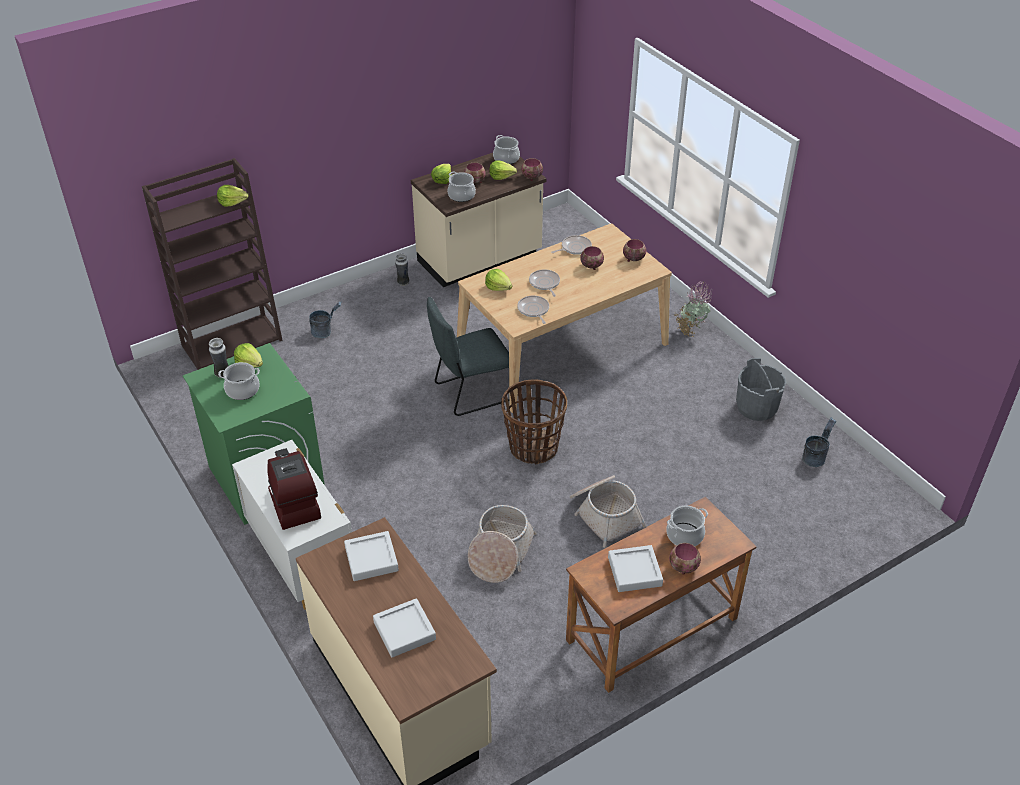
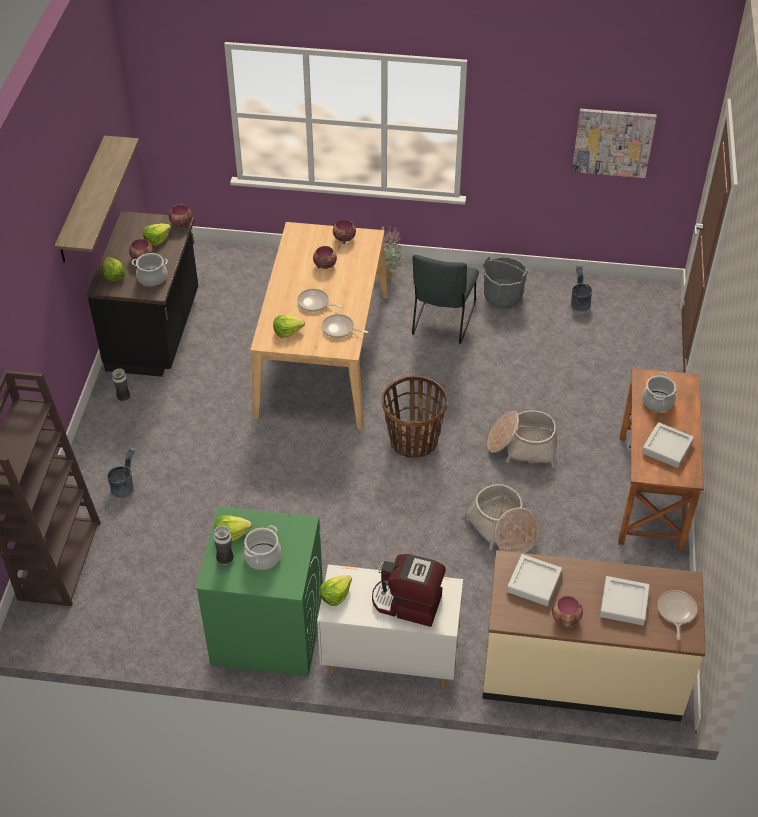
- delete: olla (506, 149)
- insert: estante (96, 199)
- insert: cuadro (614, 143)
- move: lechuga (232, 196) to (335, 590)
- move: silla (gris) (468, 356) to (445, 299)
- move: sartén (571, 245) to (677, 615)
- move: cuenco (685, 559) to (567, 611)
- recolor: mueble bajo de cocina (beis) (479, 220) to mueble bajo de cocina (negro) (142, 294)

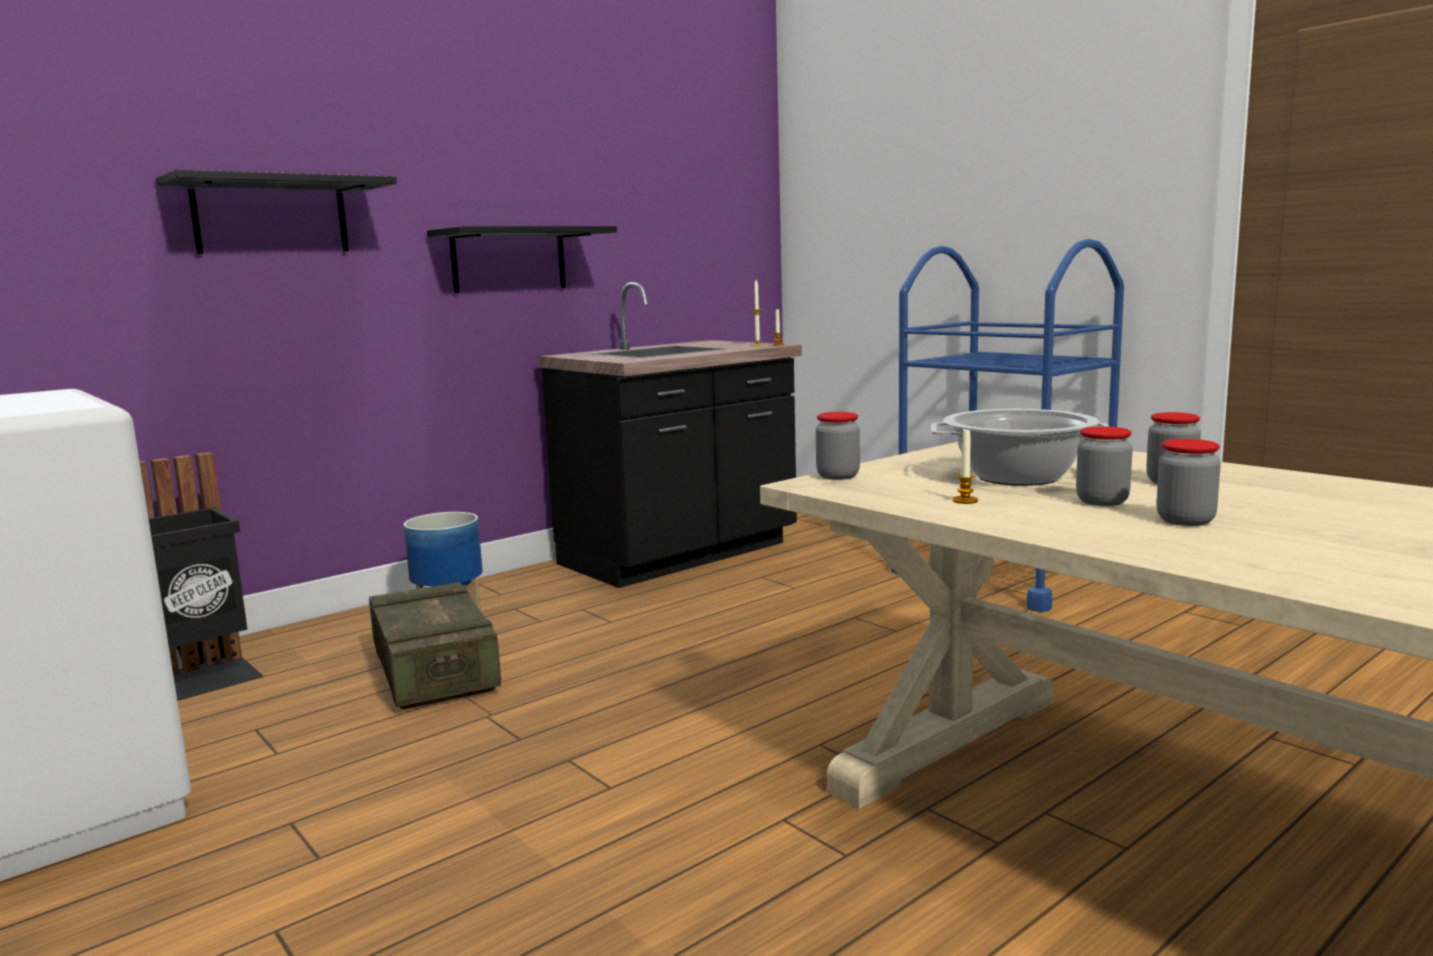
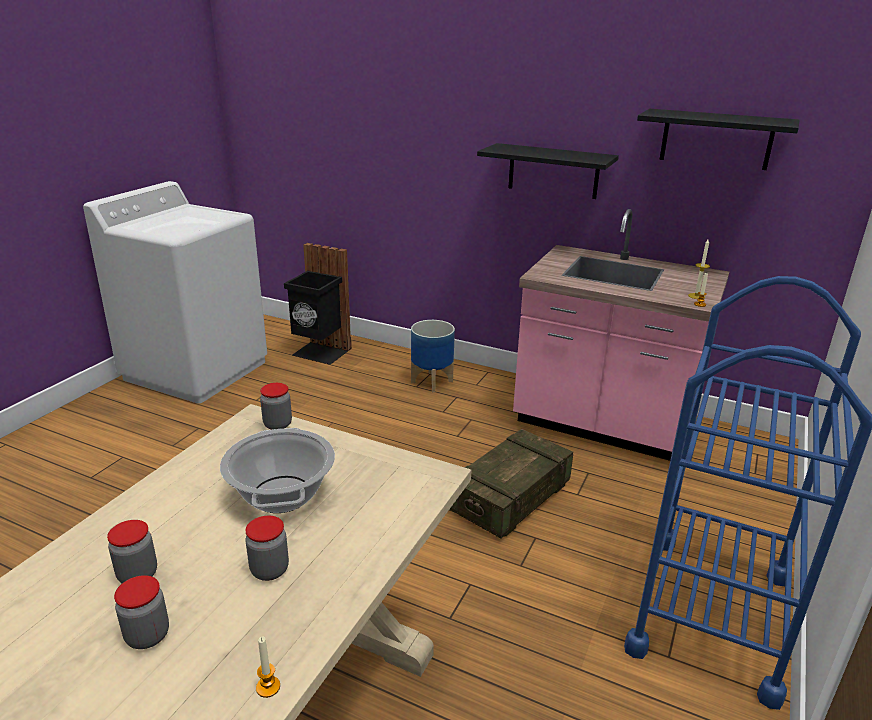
- move: estante (negro) (276, 211) to (718, 139)
- move: caja de embalaje (435, 645) to (511, 483)
- move: vela (965, 466) to (268, 667)
- move: tarro (1104, 466) to (141, 612)
- recolor: mueble bajo de cocina (negro) (670, 435) to mueble bajo de cocina (rosa) (621, 335)

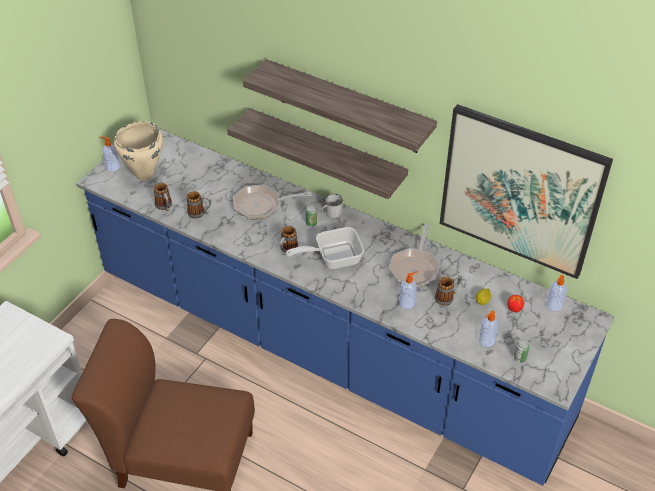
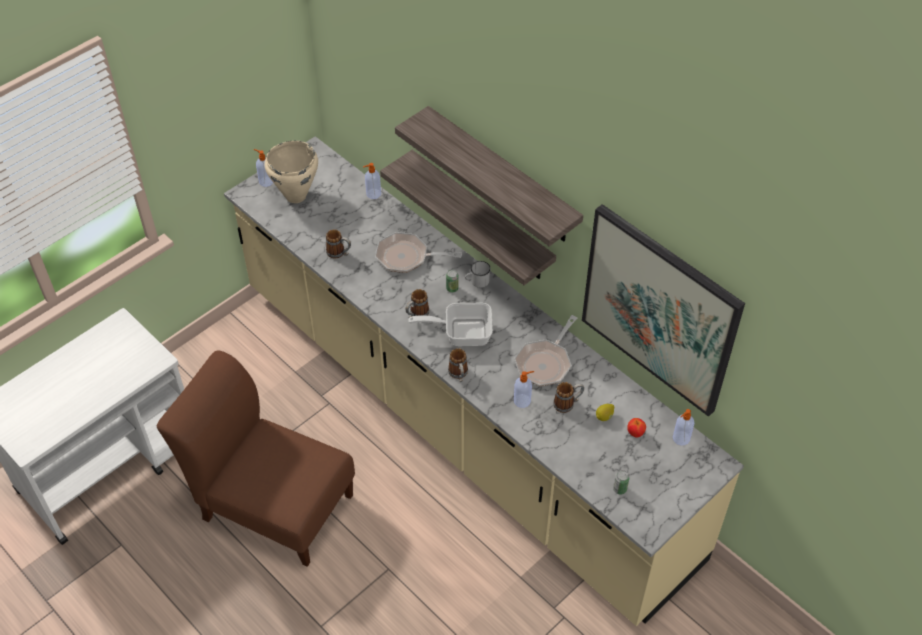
- move: taza grande (163, 197) to (458, 365)
- move: dispensador de jabón (488, 328) to (372, 181)
- recolor: mueble bajo de cocina (azul) (345, 307) to mueble bajo de cocina (beis) (484, 381)

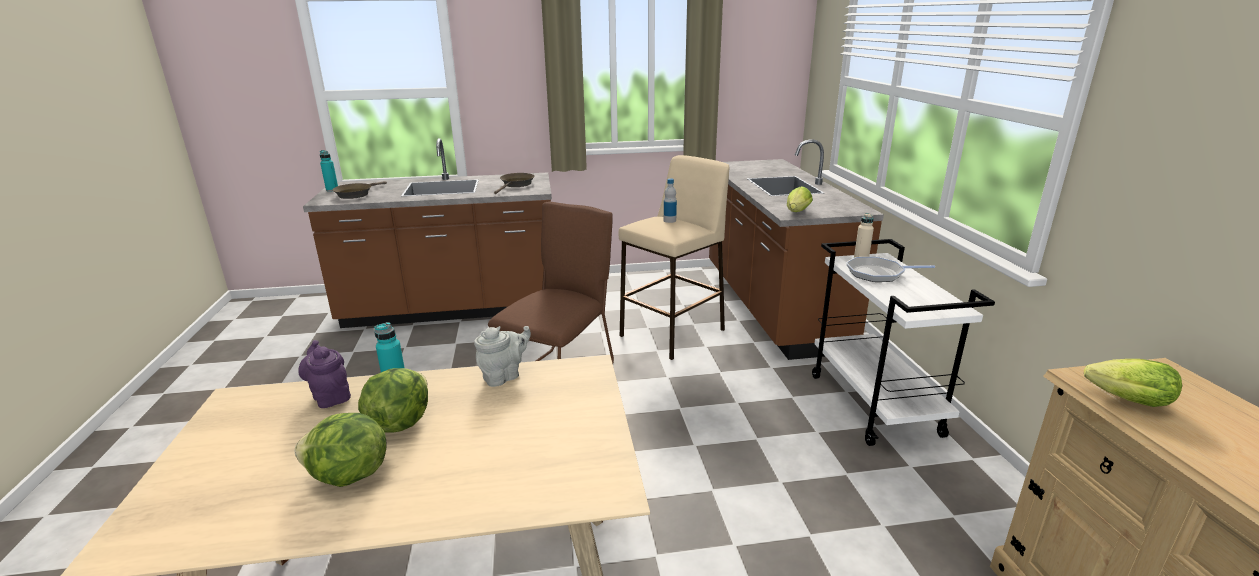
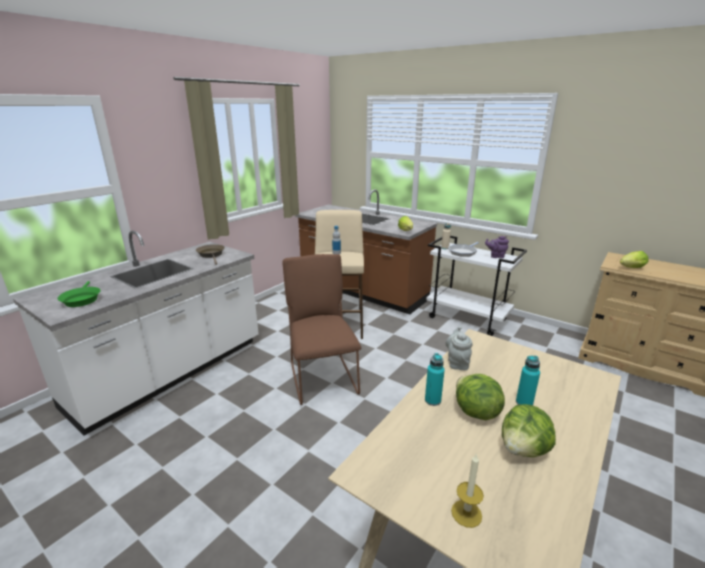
- insert: vela (467, 490)
- move: tetera (morado) (324, 374) to (497, 247)
- move: botella (turquesa) (329, 170) to (528, 380)
- recolor: mueble bajo de cocina (marrón) (427, 233) to mueble bajo de cocina (blanco) (136, 333)
- recolor: sartén (marrón) (359, 190) to sartén (verde) (79, 294)

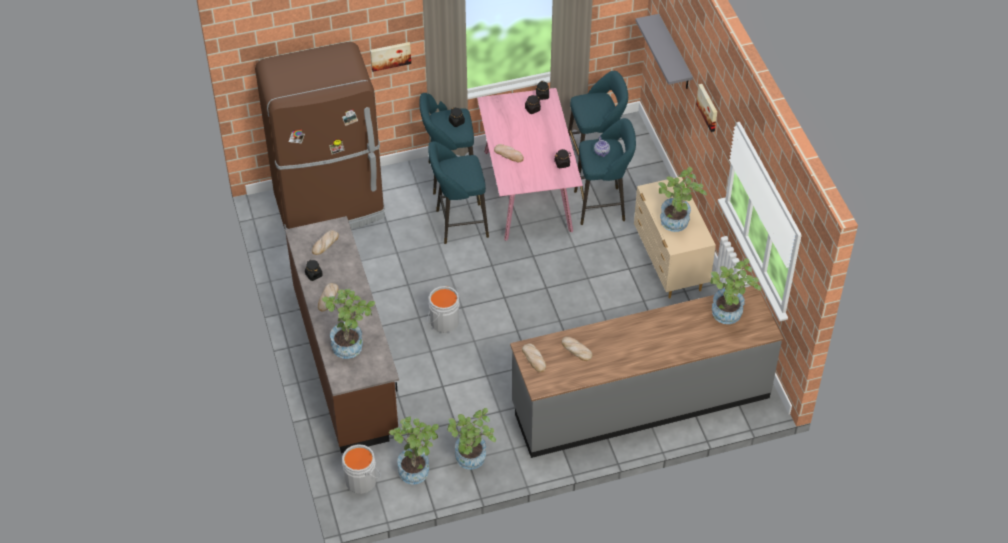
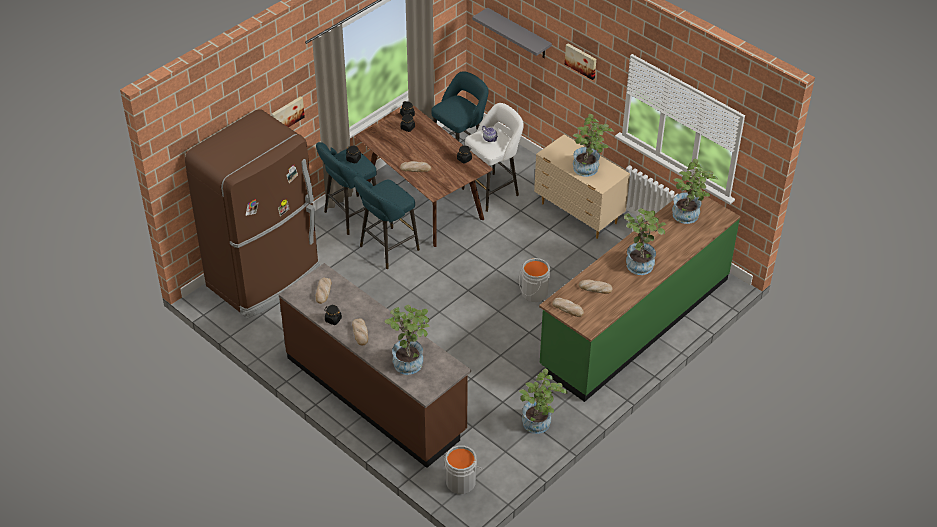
- move: planta en maceta (414, 450) to (645, 241)
- move: cubo (gris) (443, 309) to (534, 280)
- recolor: mesa de comedor (rosa) (530, 164) to mesa de comedor (marrón) (424, 176)
- recolor: mueble bajo de cocina (gris) (646, 372) to mueble bajo de cocina (verde) (640, 295)
- recolor: taburete (turquesa) (605, 171) to taburete (blanco) (493, 157)

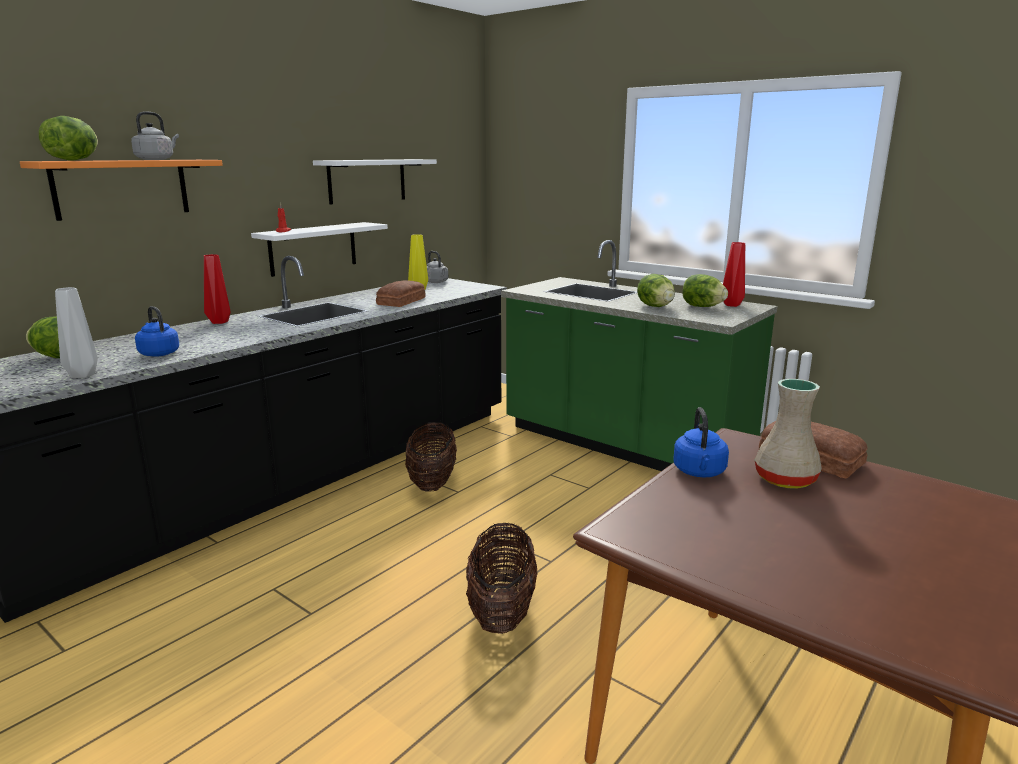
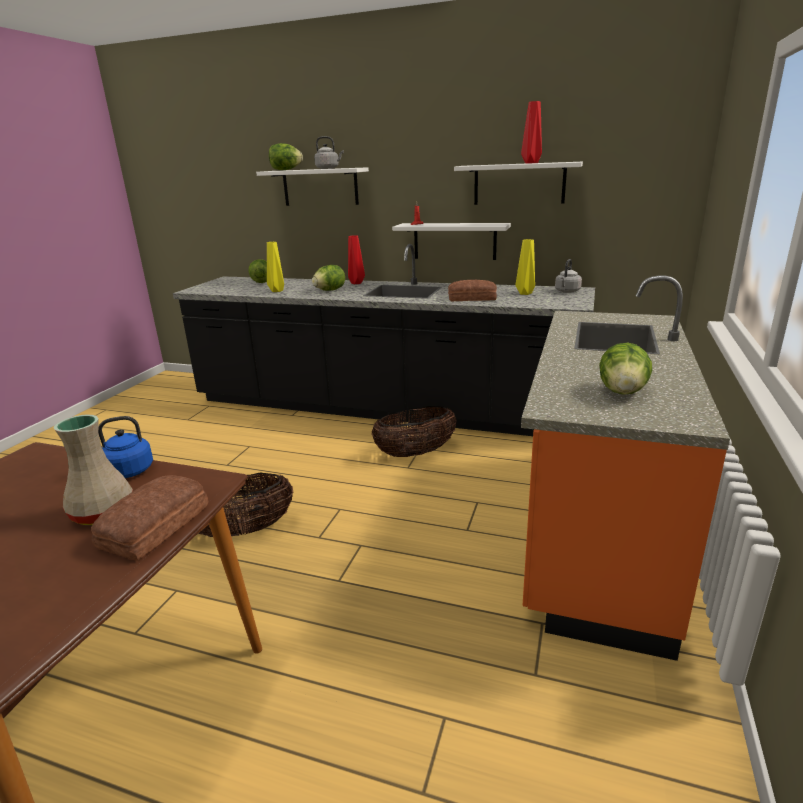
- delete: florero (gris) (76, 332)
- move: lechuga (656, 290) to (328, 278)
- move: florero (rojo) (734, 274) to (531, 132)
- replace: hervidor (azul) (157, 331) to florero (amarillo) (275, 267)
- recolor: estante (naranja) (121, 190) to estante (blanco) (312, 186)
- recolor: mueble bajo de cocina (verde) (639, 355) to mueble bajo de cocina (naranja) (625, 468)

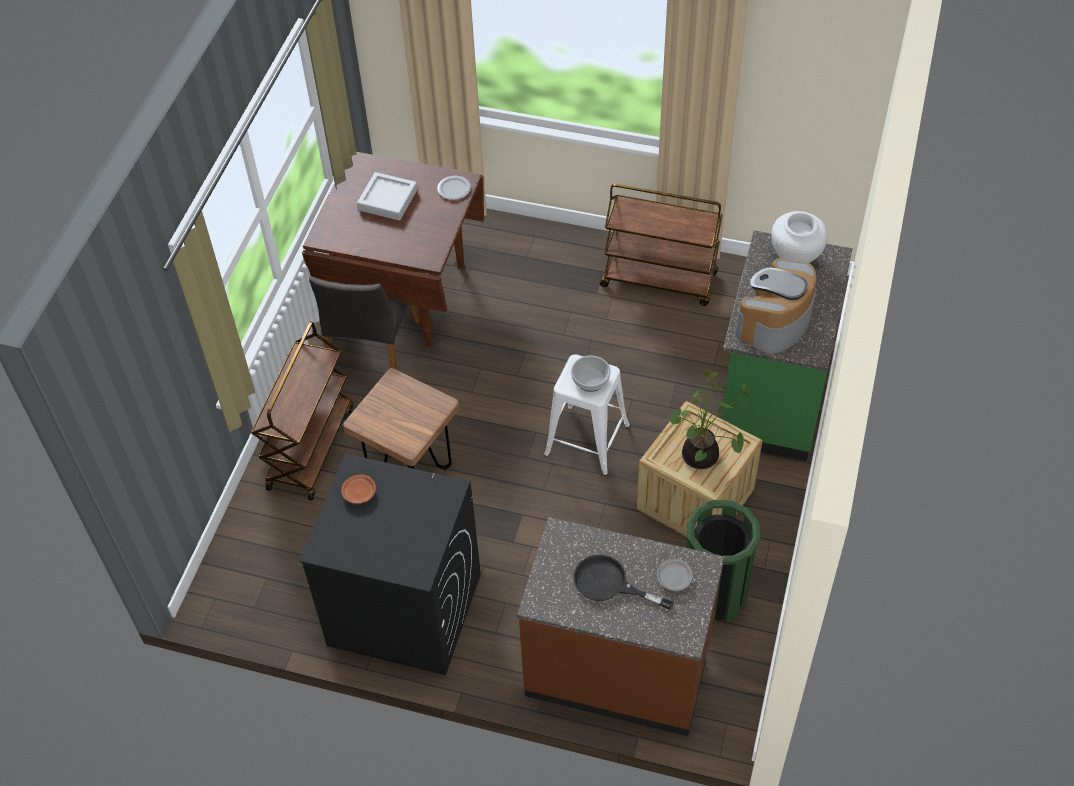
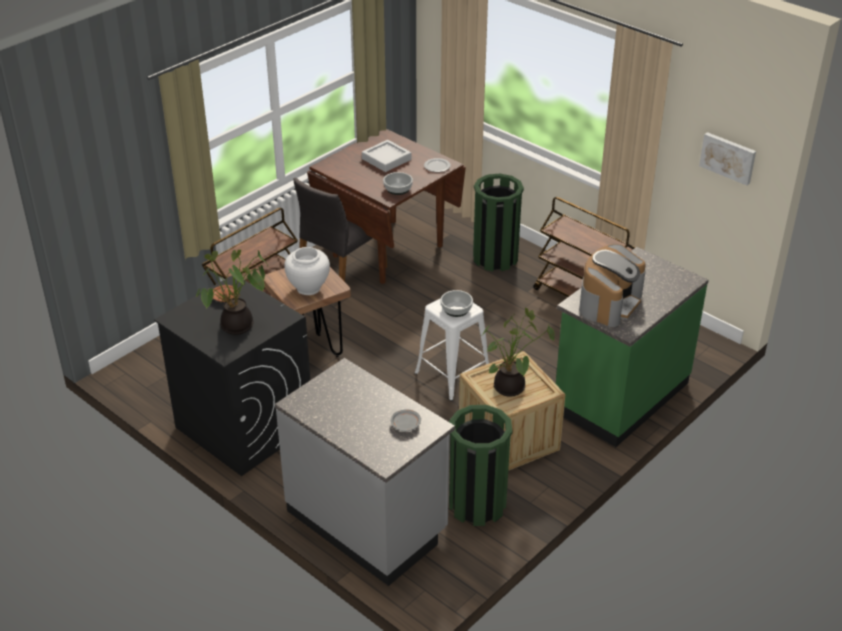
- delete: sartén (negro) (623, 582)
- insert: planta en maceta (232, 292)
- insert: cuenco (398, 183)
- insert: papelera (verde) (498, 222)
- insert: cuadro (727, 158)
- move: florero (blanco) (799, 237) to (307, 271)
- recolor: mueble bajo de cocina (marrón) (621, 626) to mueble bajo de cocina (gris) (365, 472)
- rotate: cafetera (776, 305) = (612, 285) 150 degrees clockwise

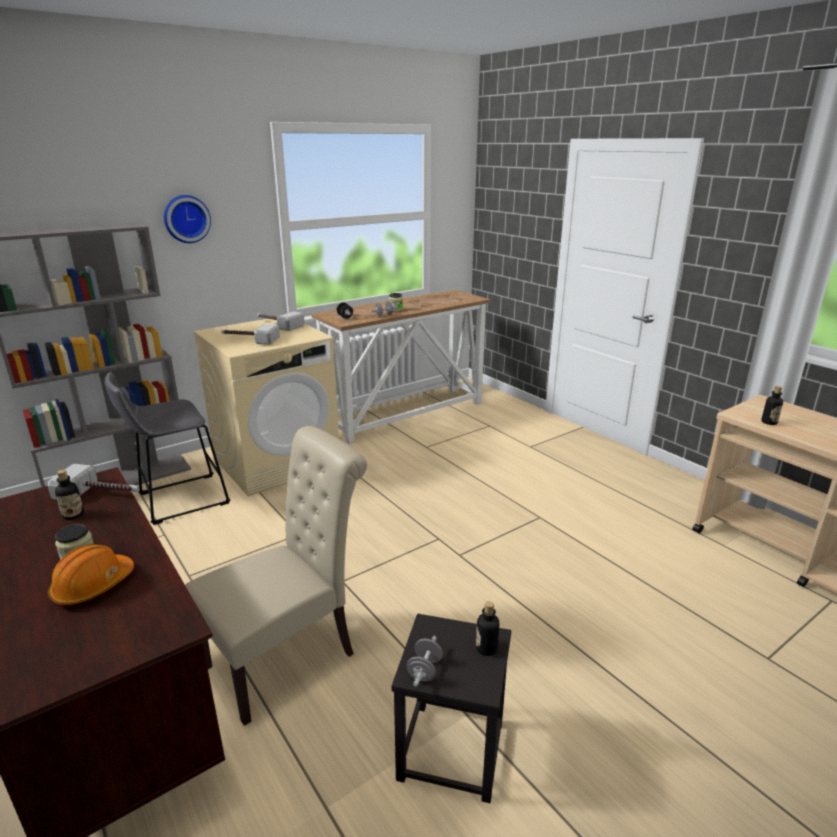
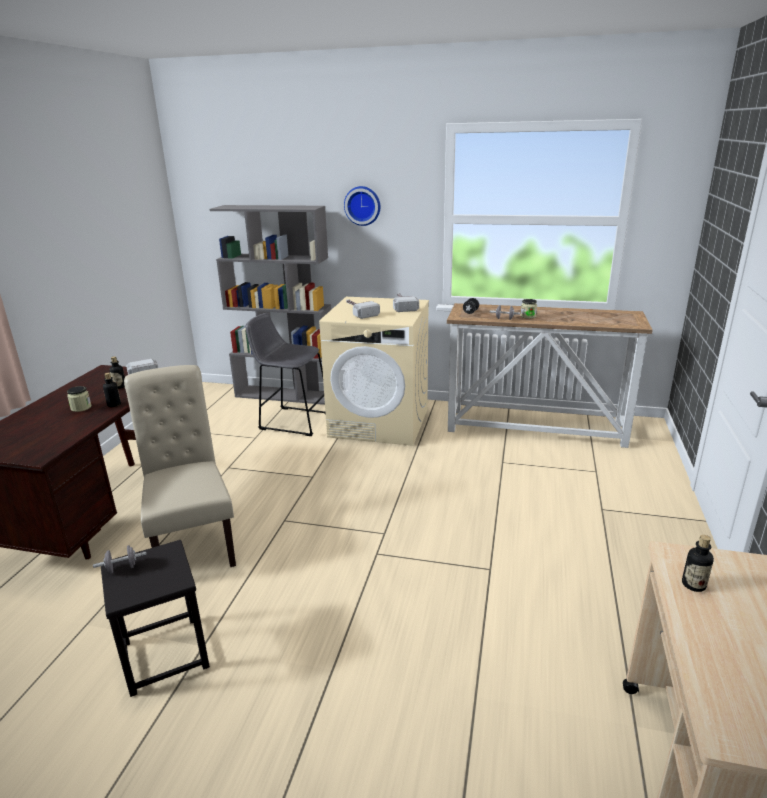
- delete: casco (naranja) (91, 575)
- move: botella (487, 628) to (112, 390)
- rotate: silla (beis) (276, 576) = (180, 466) 120 degrees counterclockwise

